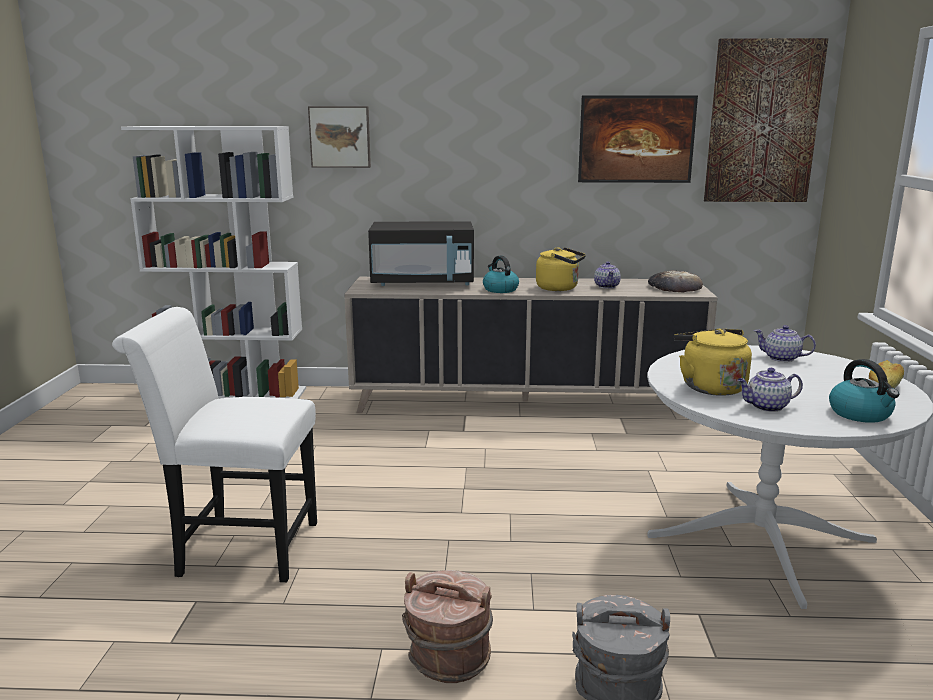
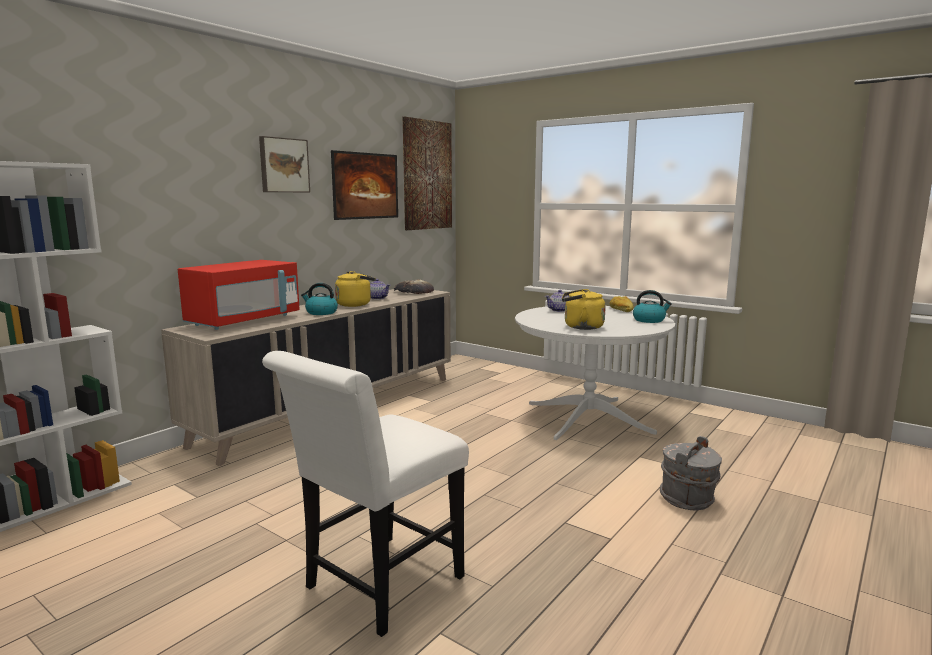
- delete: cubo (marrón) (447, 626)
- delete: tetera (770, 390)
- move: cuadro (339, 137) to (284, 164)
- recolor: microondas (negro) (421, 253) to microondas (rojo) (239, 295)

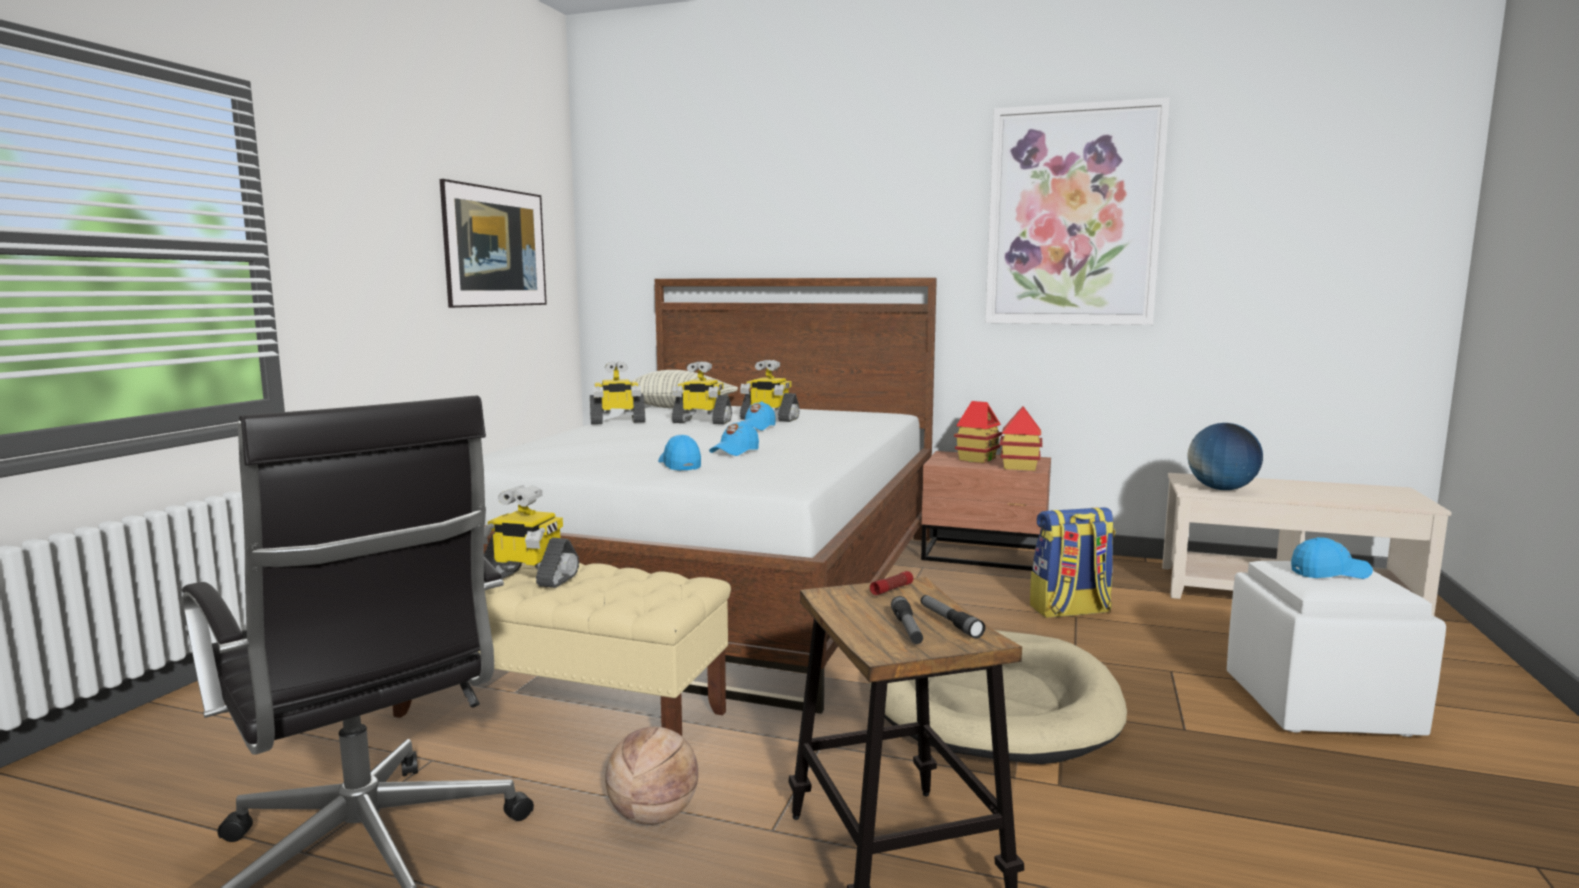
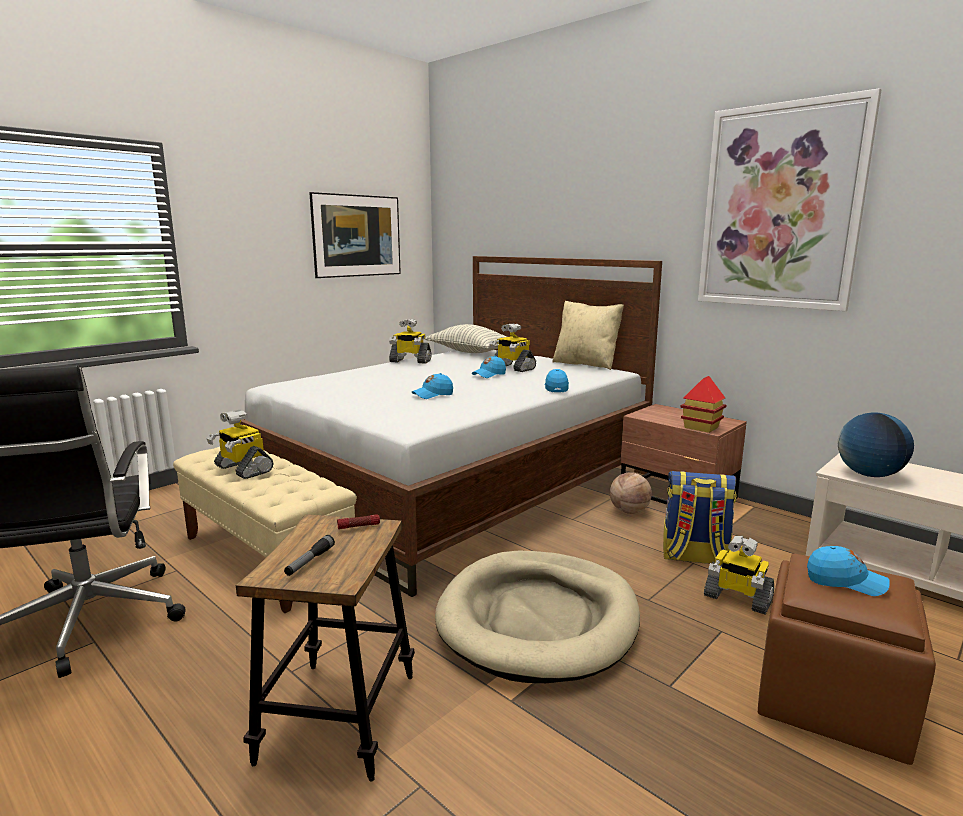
- delete: linterna (953, 616)
- delete: casita (978, 432)
- insert: cojín (beis) (588, 335)
- move: balón de baloncesto (651, 776) to (631, 493)
- move: gorra (azul) (679, 453) to (557, 380)
- move: robot de juguete (702, 393) to (739, 575)
- recolor: puf (blanco) (1336, 649) to puf (marrón) (847, 659)

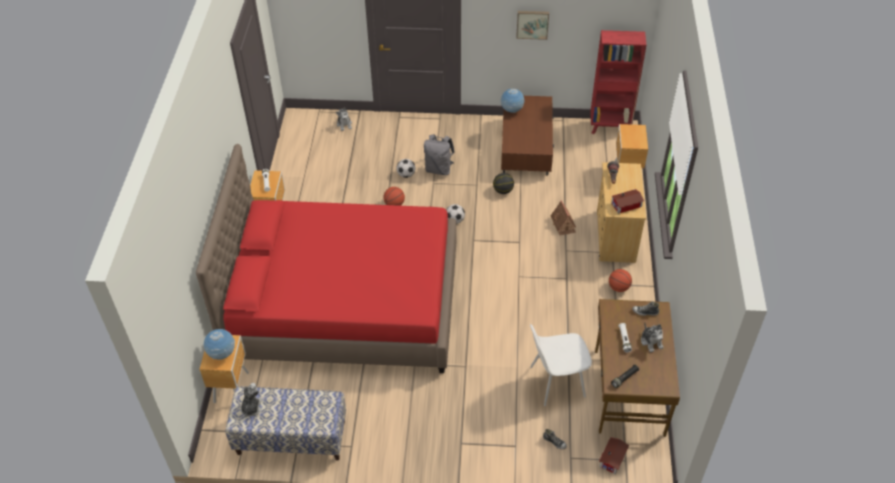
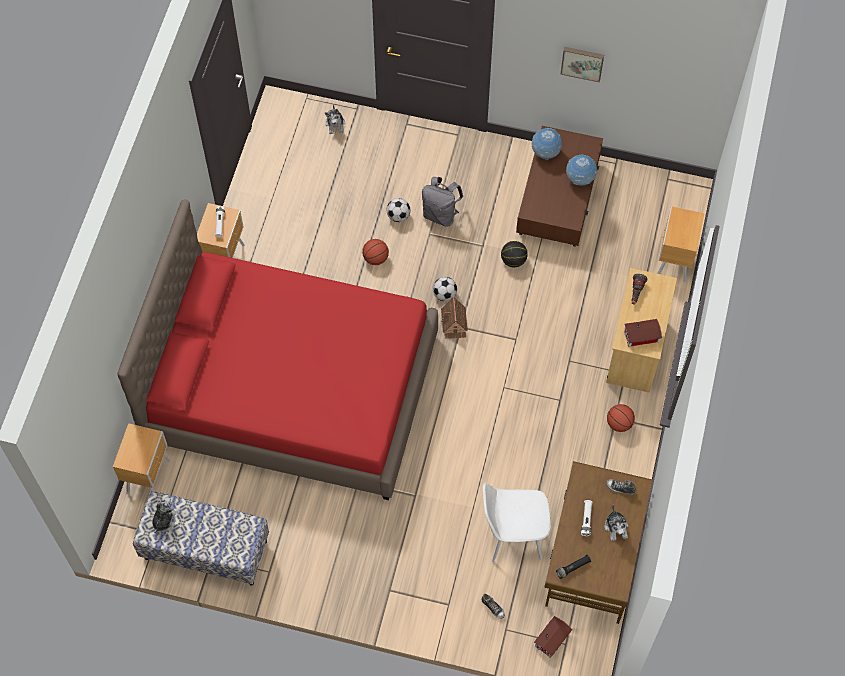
- delete: estantería (rojo) (618, 82)
- move: globo terráqueo (219, 344) to (581, 170)
- move: casita (563, 218) to (454, 317)

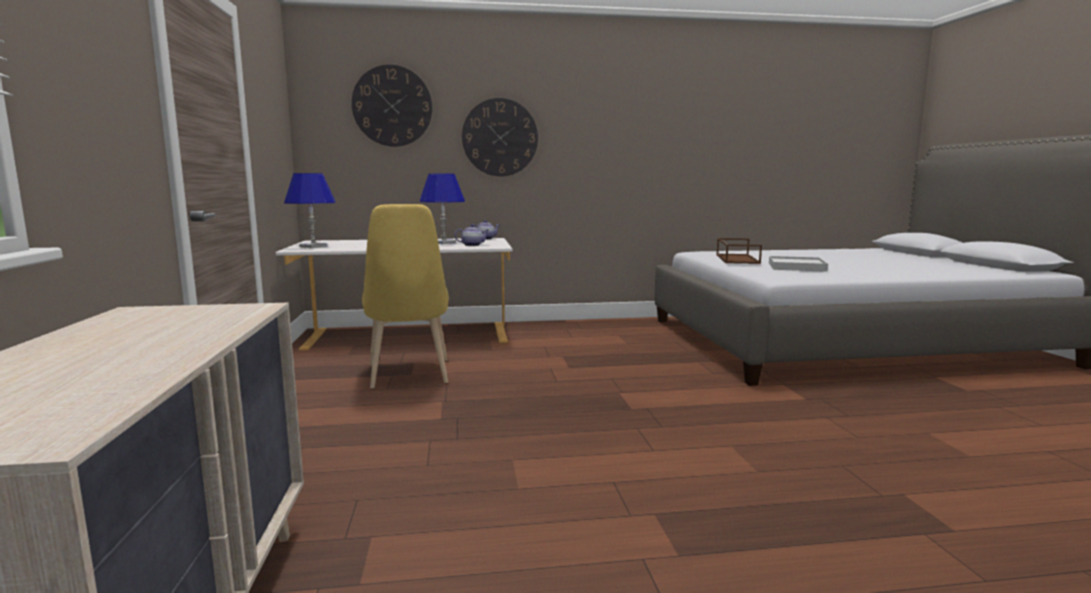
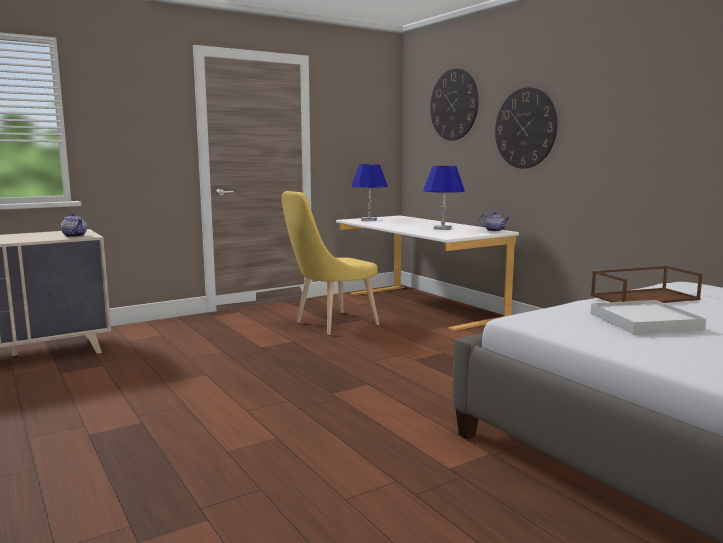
- move: tetera (472, 235) to (74, 225)

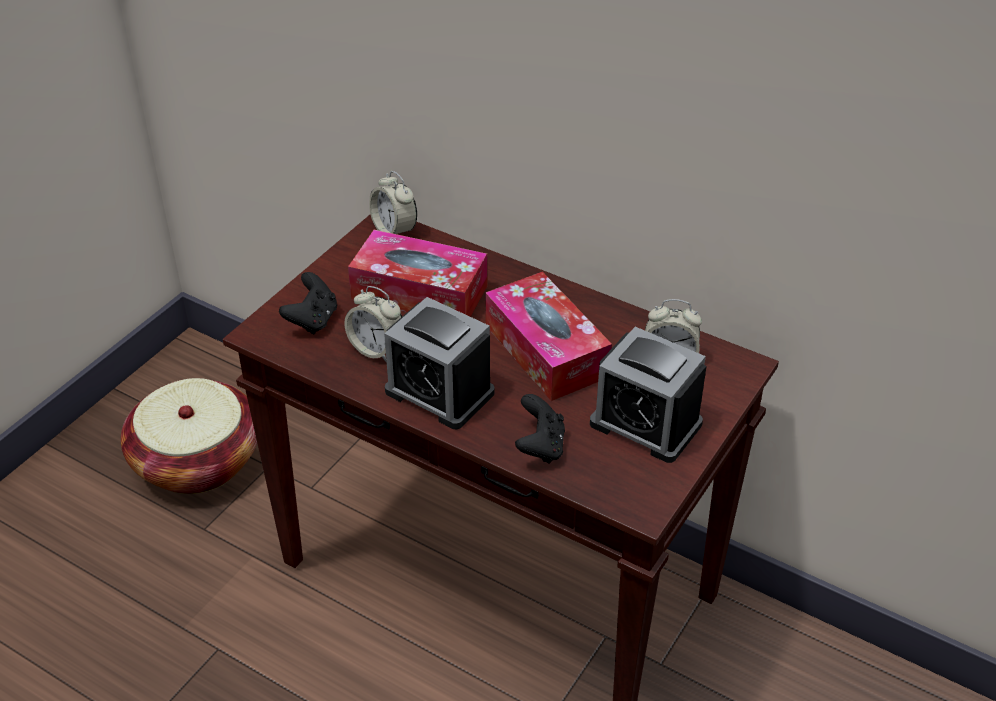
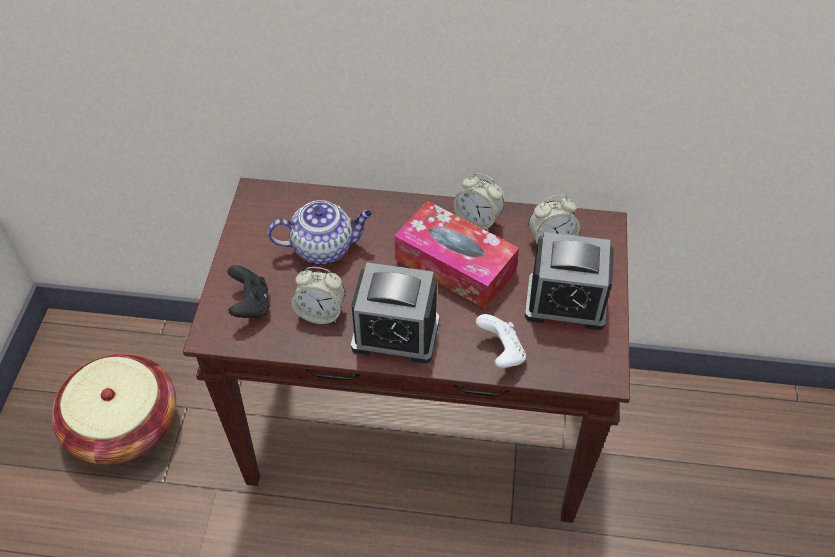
- move: despertador (393, 202) to (479, 202)
- replace: caja de pañuelos (417, 273) to tetera (320, 232)
- recolor: mando de consola (negro) (540, 429) to mando de consola (blanco) (501, 341)

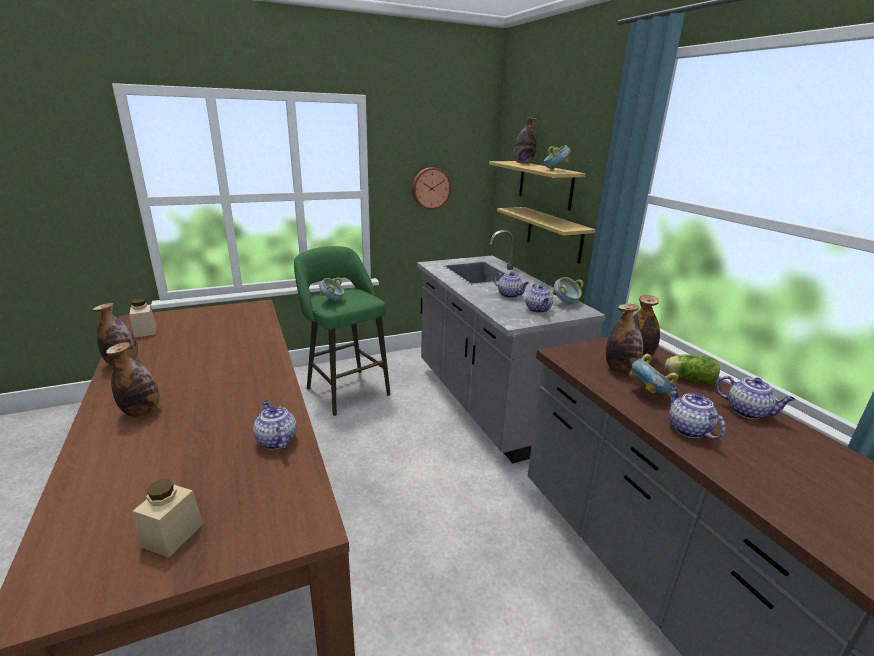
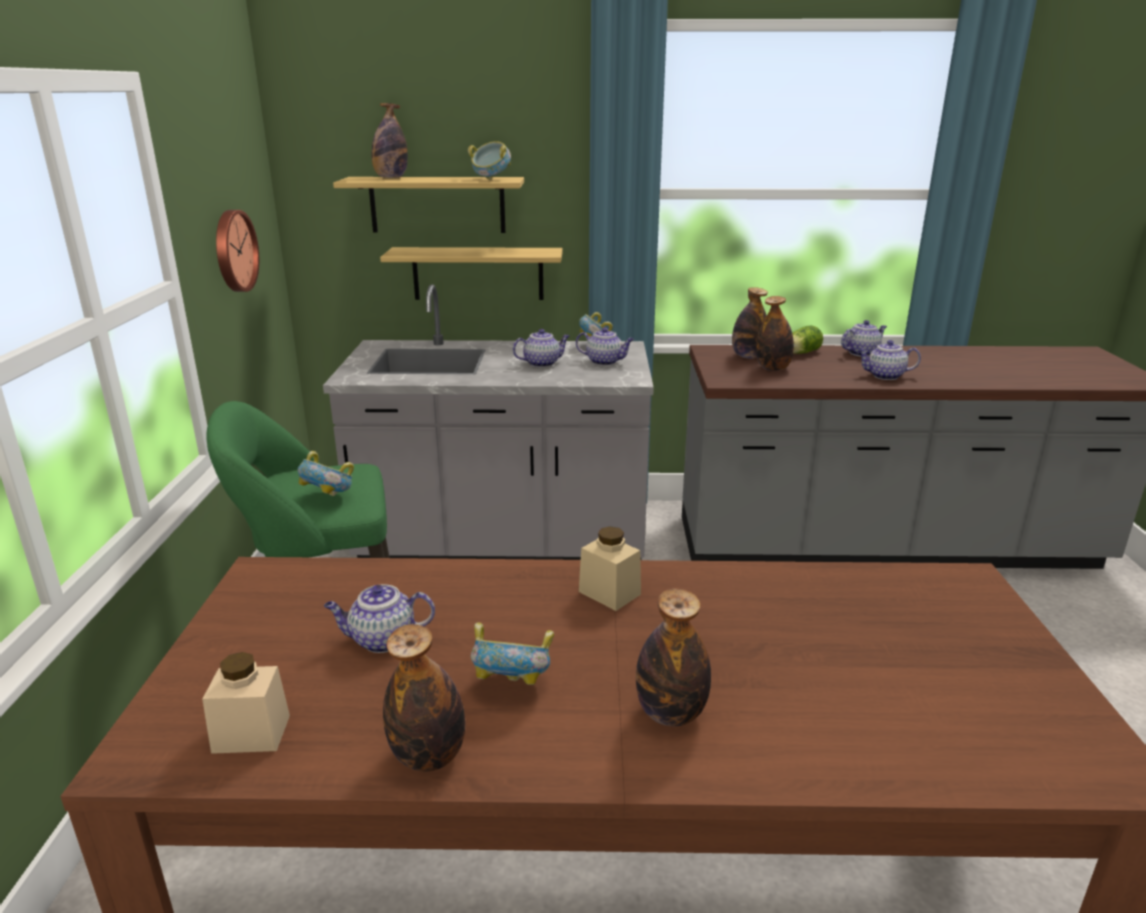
- move: tarro (beis) (168, 518) to (610, 568)
- move: tetera (275, 425) to (379, 619)
- move: cuenco (653, 374) to (512, 653)

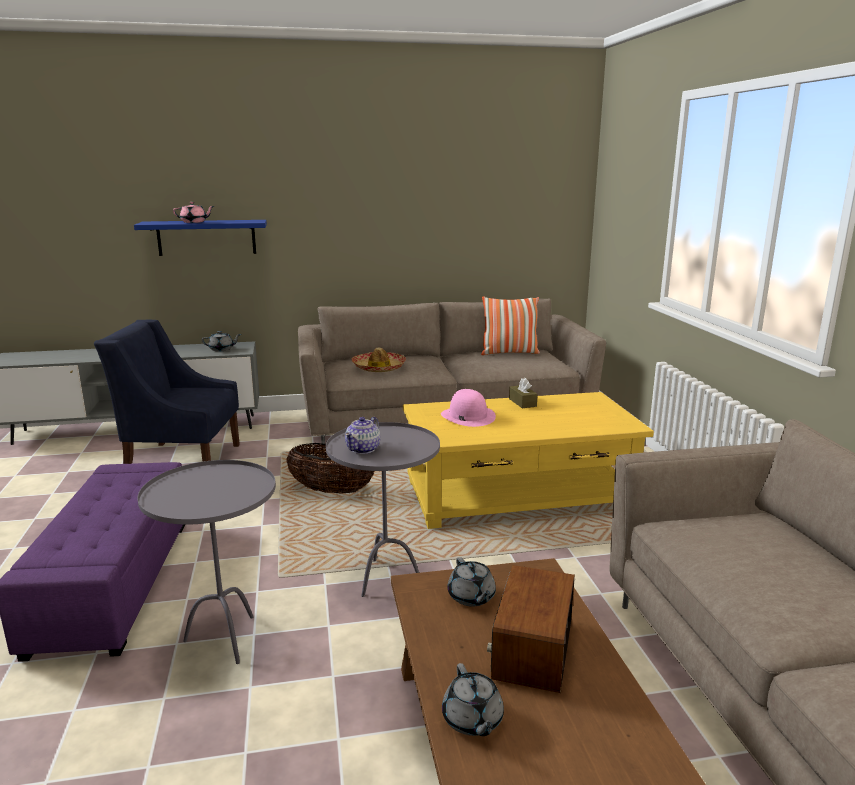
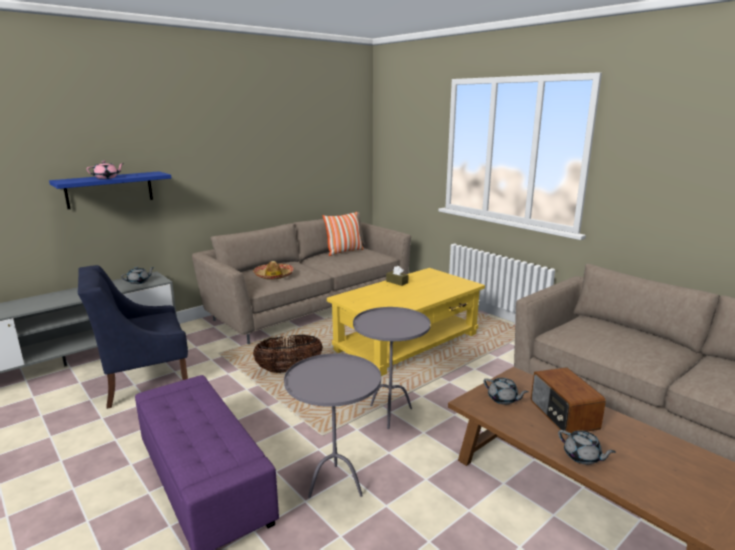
- delete: tetera (362, 435)
- delete: sombrero (rosa) (468, 408)

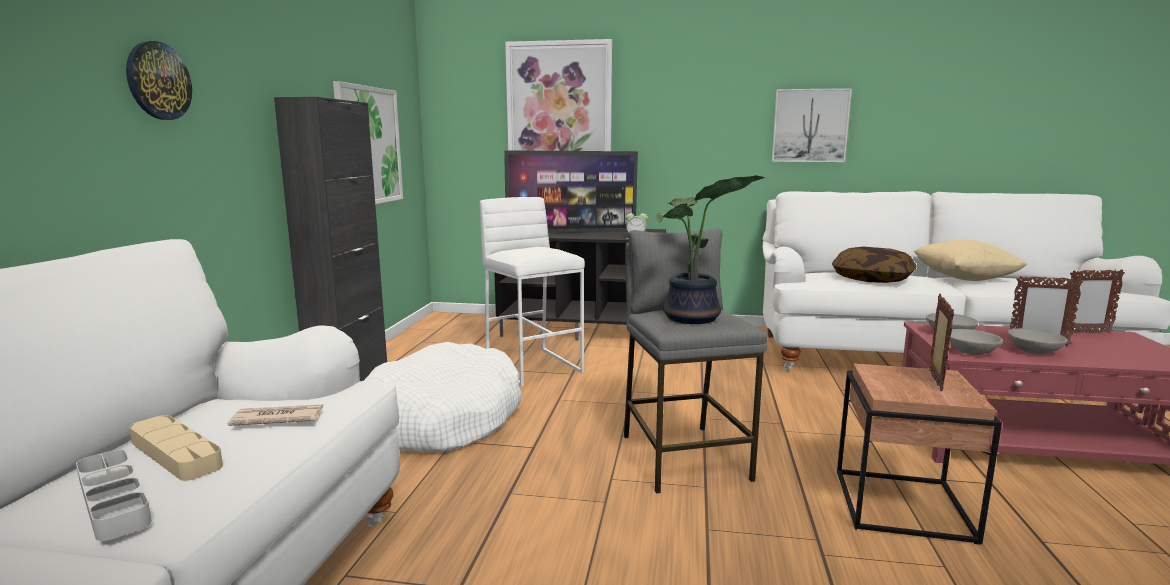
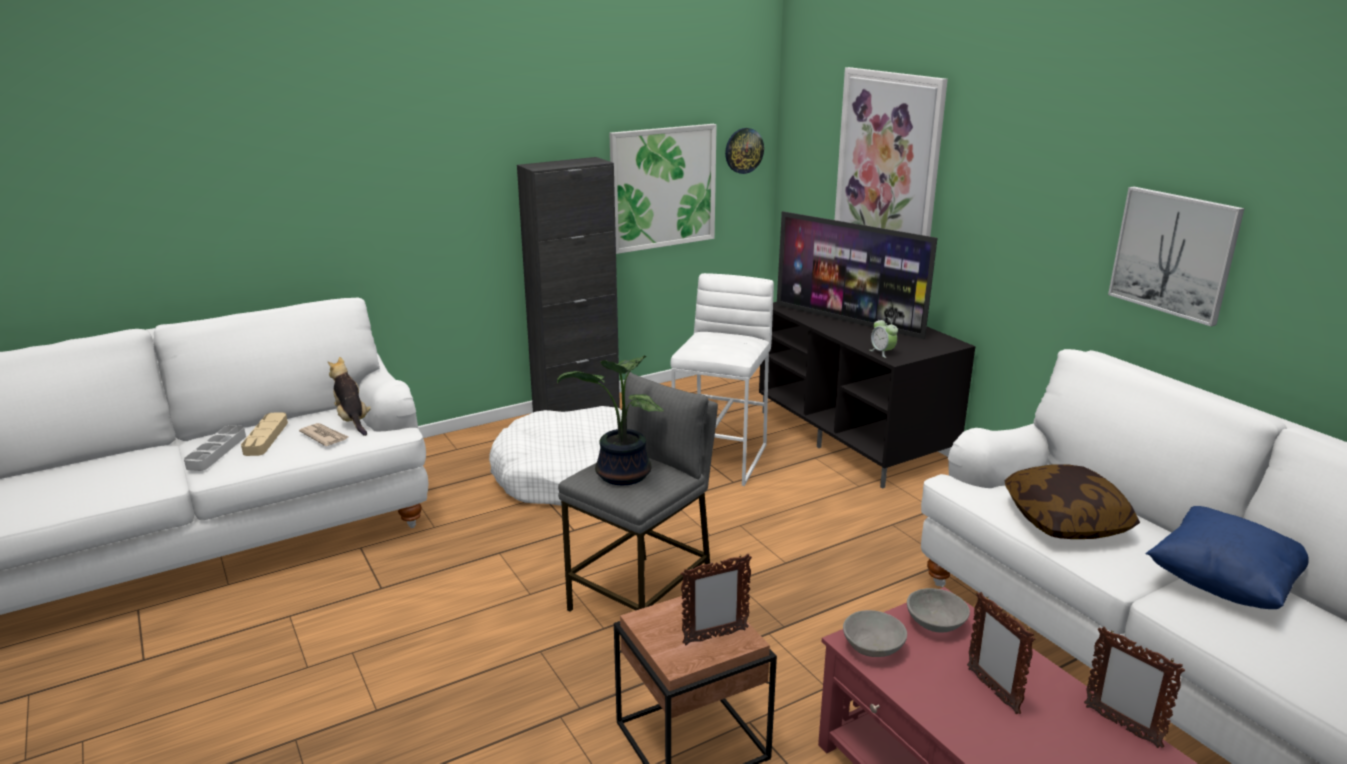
- delete: cuenco (gris) (1038, 341)
- insert: peluche (349, 396)
- move: reloj de pared (159, 80) to (744, 151)
- recolor: cojín (beis) (970, 260) to cojín (azul) (1227, 557)

